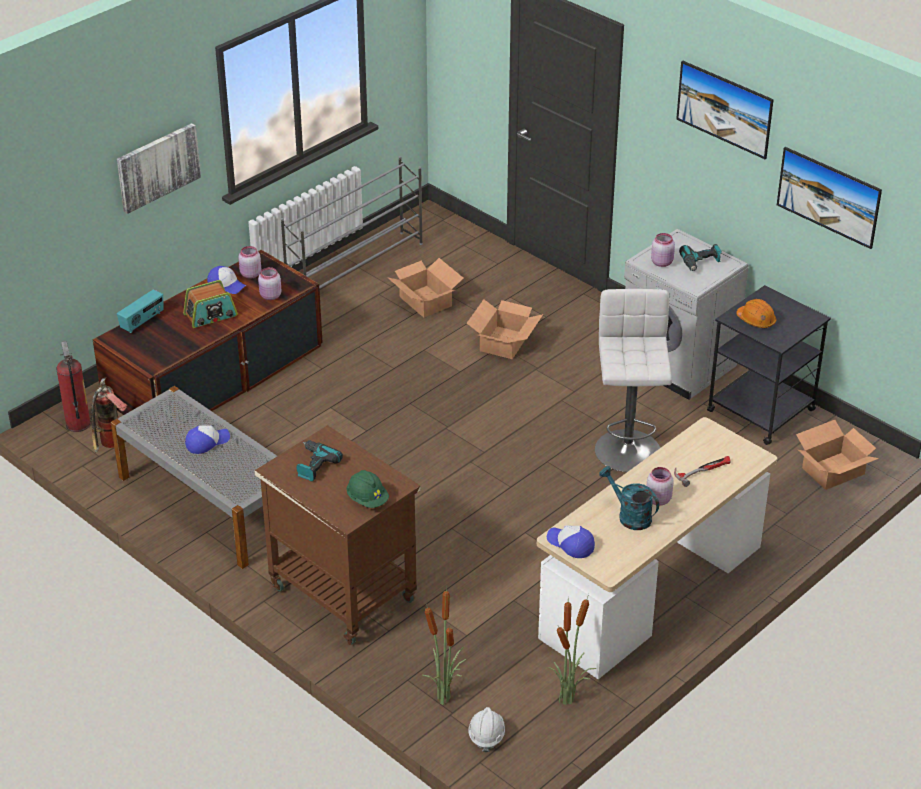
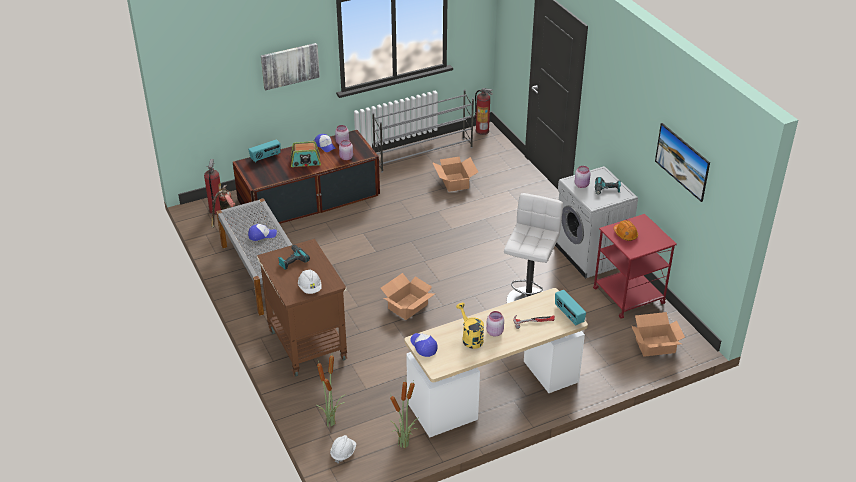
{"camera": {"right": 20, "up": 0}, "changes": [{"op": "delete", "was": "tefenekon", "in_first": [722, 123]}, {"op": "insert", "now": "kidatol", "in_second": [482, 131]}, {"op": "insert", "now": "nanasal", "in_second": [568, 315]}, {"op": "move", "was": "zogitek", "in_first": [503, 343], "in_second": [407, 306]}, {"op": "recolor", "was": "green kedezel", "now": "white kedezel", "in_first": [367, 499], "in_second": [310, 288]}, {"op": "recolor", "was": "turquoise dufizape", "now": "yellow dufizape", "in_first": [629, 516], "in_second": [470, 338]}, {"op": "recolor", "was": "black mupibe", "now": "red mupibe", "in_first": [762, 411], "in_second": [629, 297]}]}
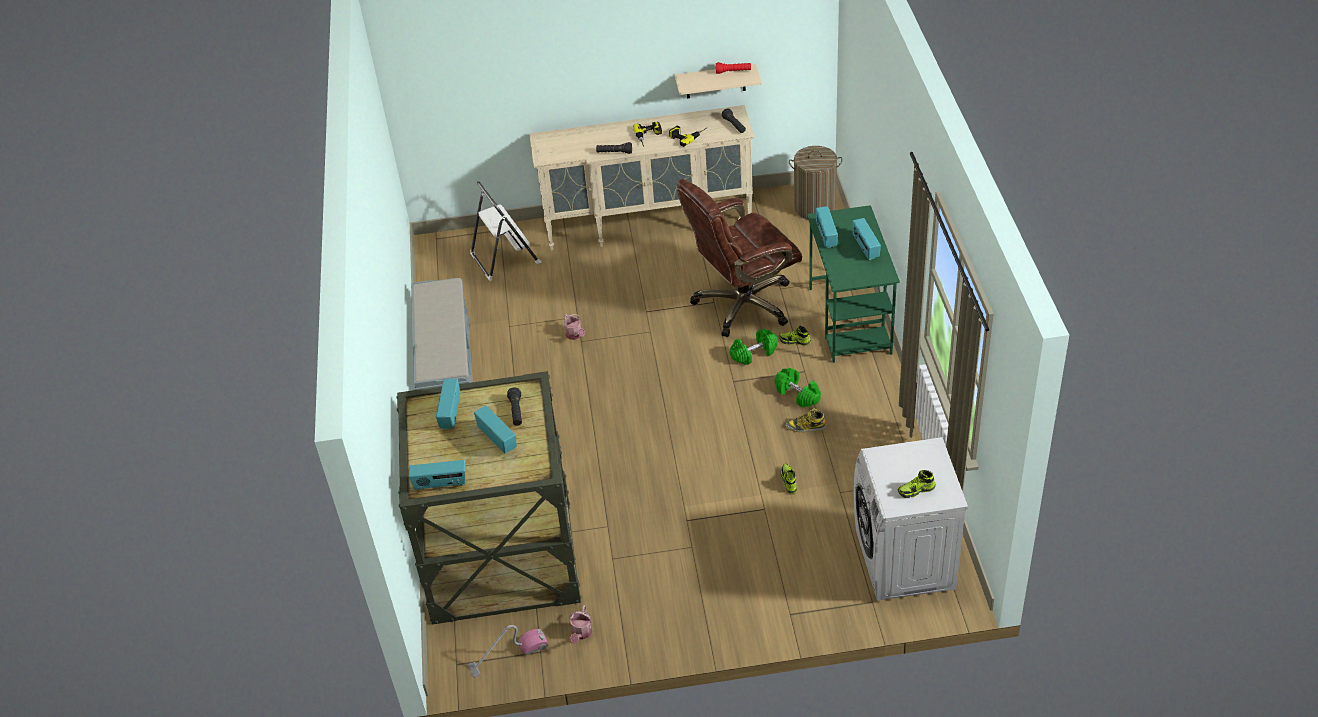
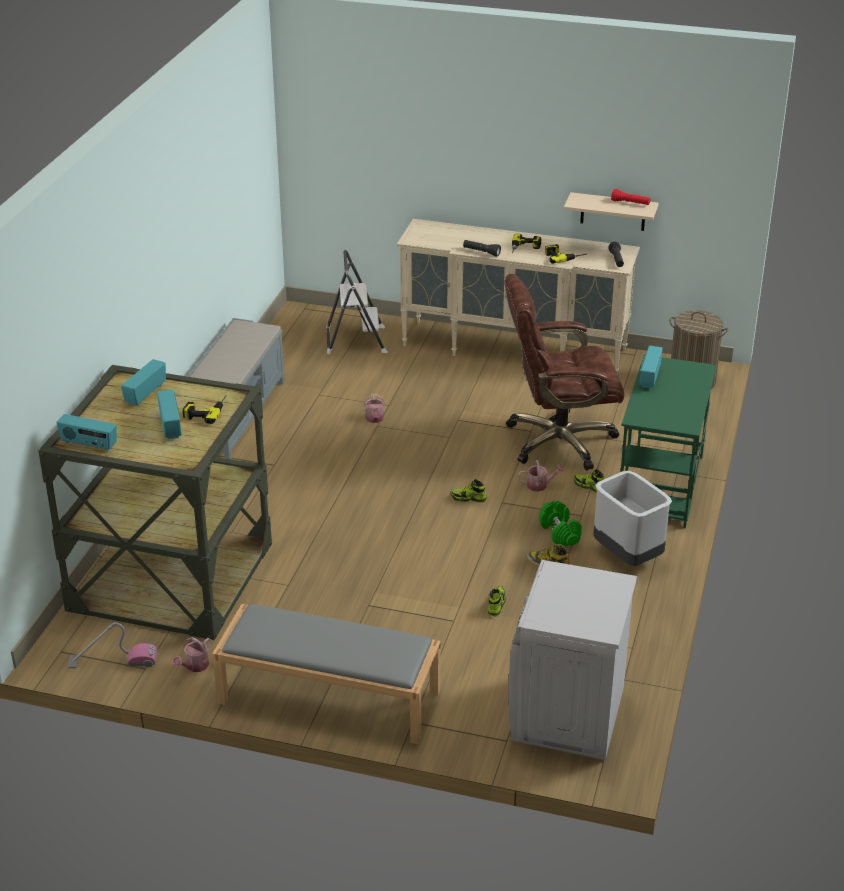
{"camera": {"right": 20, "up": -10}, "changes": [{"op": "delete", "was": "nanasal", "in_first": [865, 248]}, {"op": "insert", "now": "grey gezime", "in_second": [327, 697]}, {"op": "insert", "now": "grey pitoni", "in_second": [628, 556]}, {"op": "move", "was": "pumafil", "in_first": [916, 490], "in_second": [468, 498]}, {"op": "replace", "was": "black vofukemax", "now": "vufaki", "in_first": [516, 412], "in_second": [206, 410]}, {"op": "replace", "was": "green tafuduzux", "now": "dufizape", "in_first": [754, 354], "in_second": [540, 485]}]}
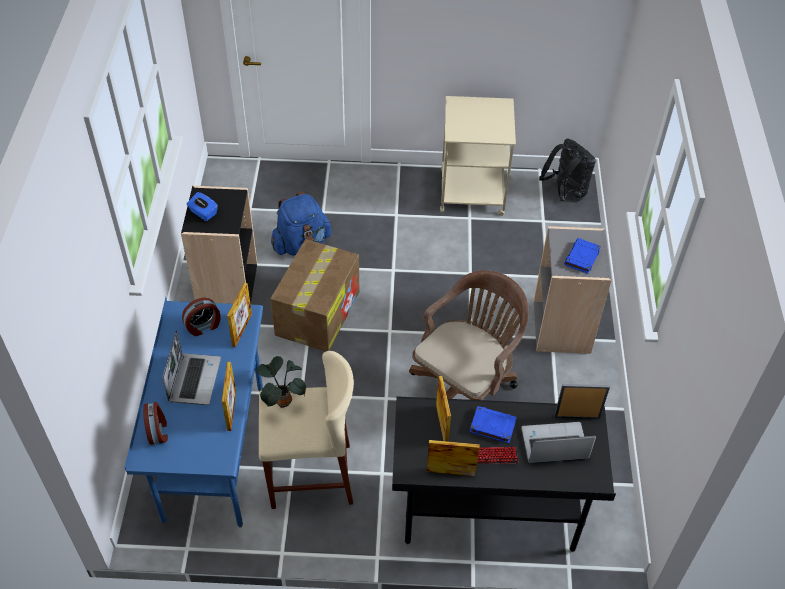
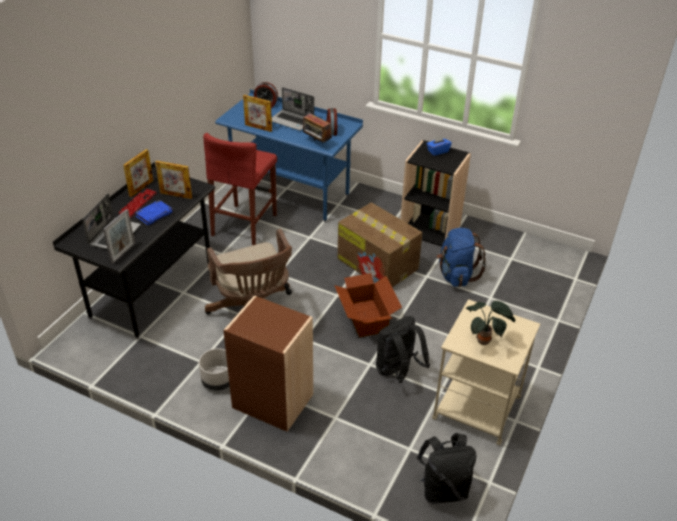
{"camera": {"right": 115, "up": -10}, "changes": [{"op": "delete", "was": "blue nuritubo", "in_first": [582, 258]}, {"op": "insert", "now": "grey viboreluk", "in_second": [218, 381]}, {"op": "insert", "now": "zogitek", "in_second": [366, 318]}, {"op": "insert", "now": "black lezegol", "in_second": [398, 371]}, {"op": "move", "was": "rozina", "in_first": [282, 400], "in_second": [485, 340]}, {"op": "replace", "was": "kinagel", "now": "nanasal", "in_first": [242, 330], "in_second": [316, 143]}, {"op": "recolor", "was": "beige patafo", "now": "red patafo", "in_first": [311, 476], "in_second": [244, 225]}, {"op": "recolor", "was": "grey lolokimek", "now": "brown lolokimek", "in_first": [562, 327], "in_second": [271, 401]}]}
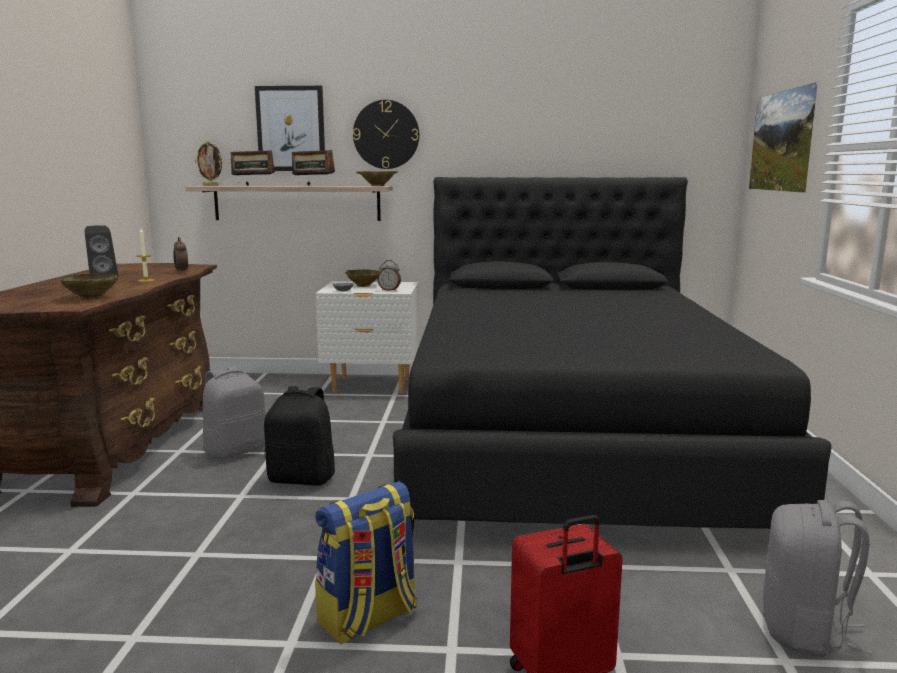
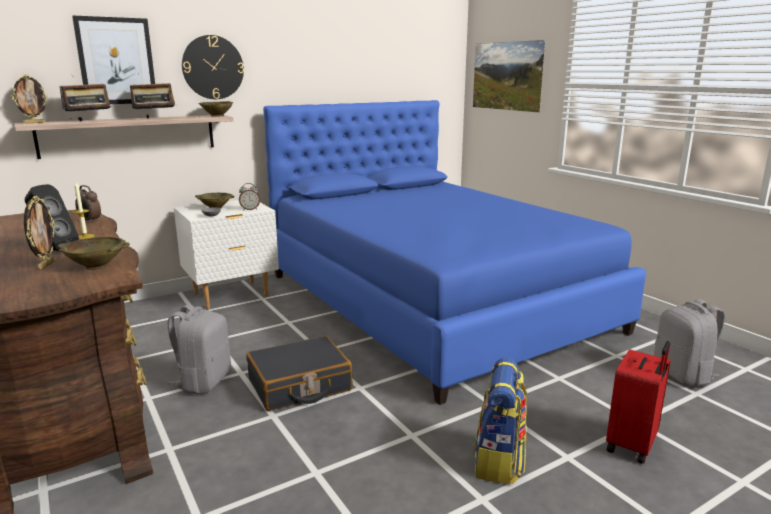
{"camera": {"right": -35, "up": 5}, "changes": [{"op": "insert", "now": "kinagel", "in_second": [46, 265]}, {"op": "replace", "was": "black lezegol", "now": "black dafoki", "in_first": [302, 478], "in_second": [299, 385]}, {"op": "recolor", "was": "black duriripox", "now": "blue duriripox", "in_first": [570, 439], "in_second": [432, 301]}]}
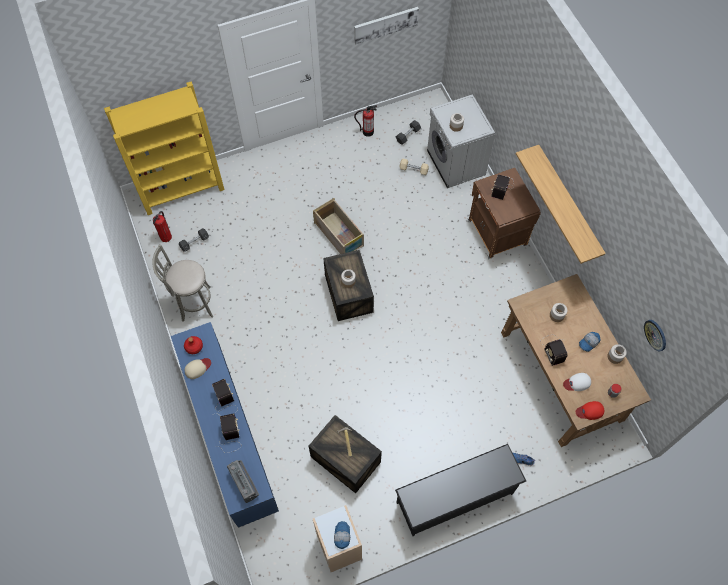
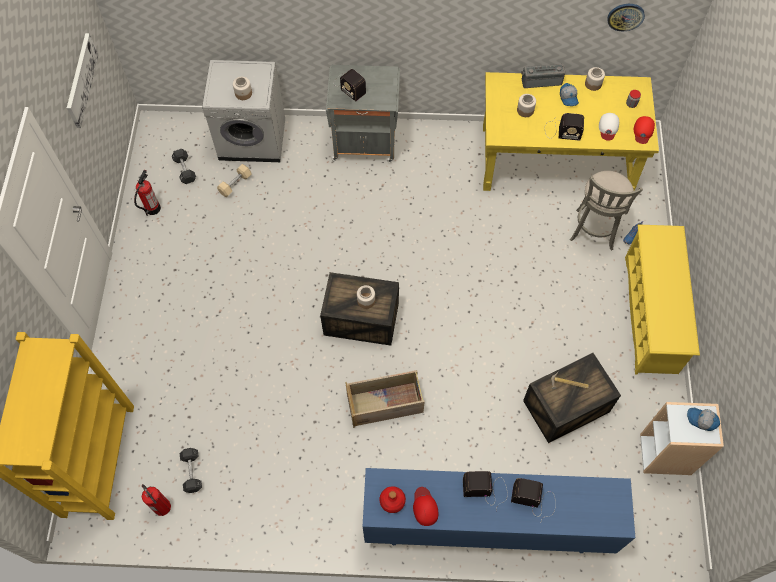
{"camera": {"right": -65, "up": 0}, "changes": [{"op": "delete", "was": "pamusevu", "in_first": [568, 203]}, {"op": "move", "was": "grey patafo", "in_first": [193, 304], "in_second": [593, 232]}, {"op": "move", "was": "nanasal", "in_first": [245, 482], "in_second": [541, 80]}, {"op": "move", "was": "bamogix", "in_first": [339, 234], "in_second": [385, 403]}, {"op": "recolor", "was": "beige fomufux", "now": "red fomufux", "in_first": [197, 368], "in_second": [425, 507]}, {"op": "recolor", "was": "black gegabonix", "now": "yellow gegabonix", "in_first": [455, 498], "in_second": [651, 314]}, {"op": "recolor", "was": "brown mupibe", "now": "grey mupibe", "in_first": [497, 235], "in_second": [365, 142]}, {"op": "recolor", "was": "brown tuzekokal", "now": "yellow tuzekokal", "in_first": [561, 375], "in_second": [556, 159]}]}
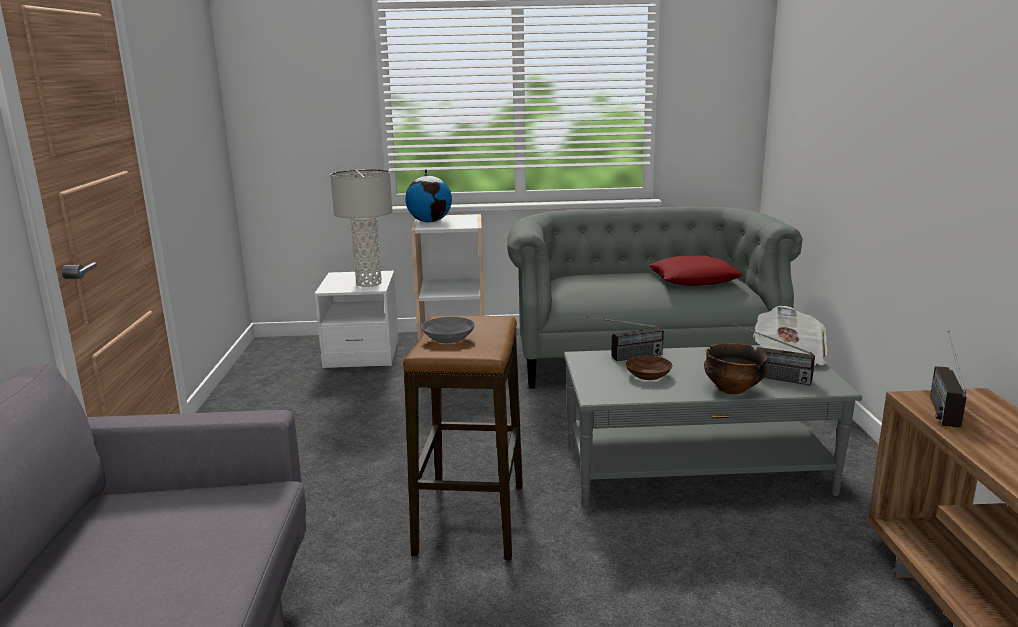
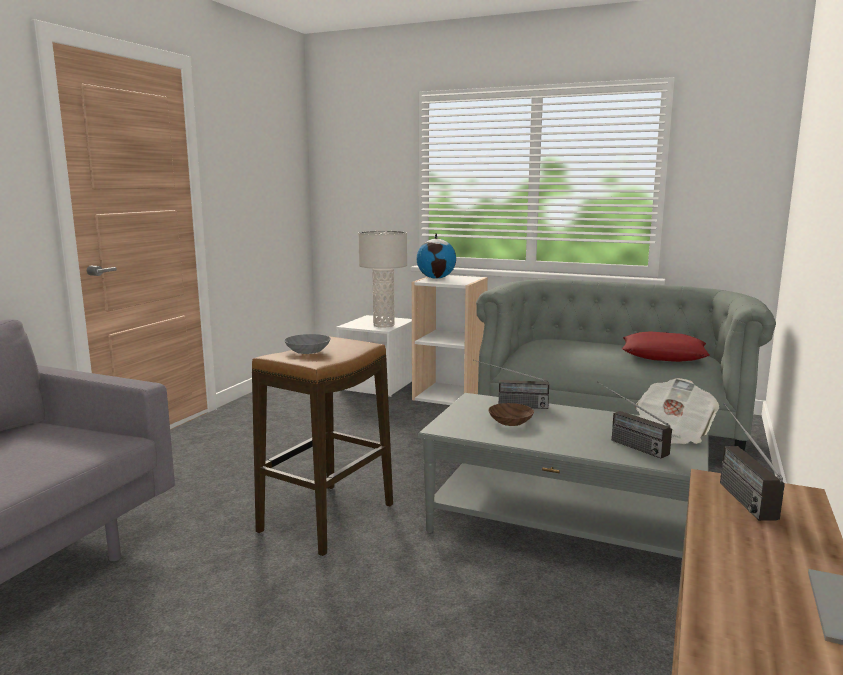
{"camera": {"right": 25, "up": -5}, "changes": [{"op": "delete", "was": "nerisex", "in_first": [732, 389]}, {"op": "rotate", "was": "nanasal", "in_first": [939, 404], "in_second": [734, 490], "clockwise": -45}]}
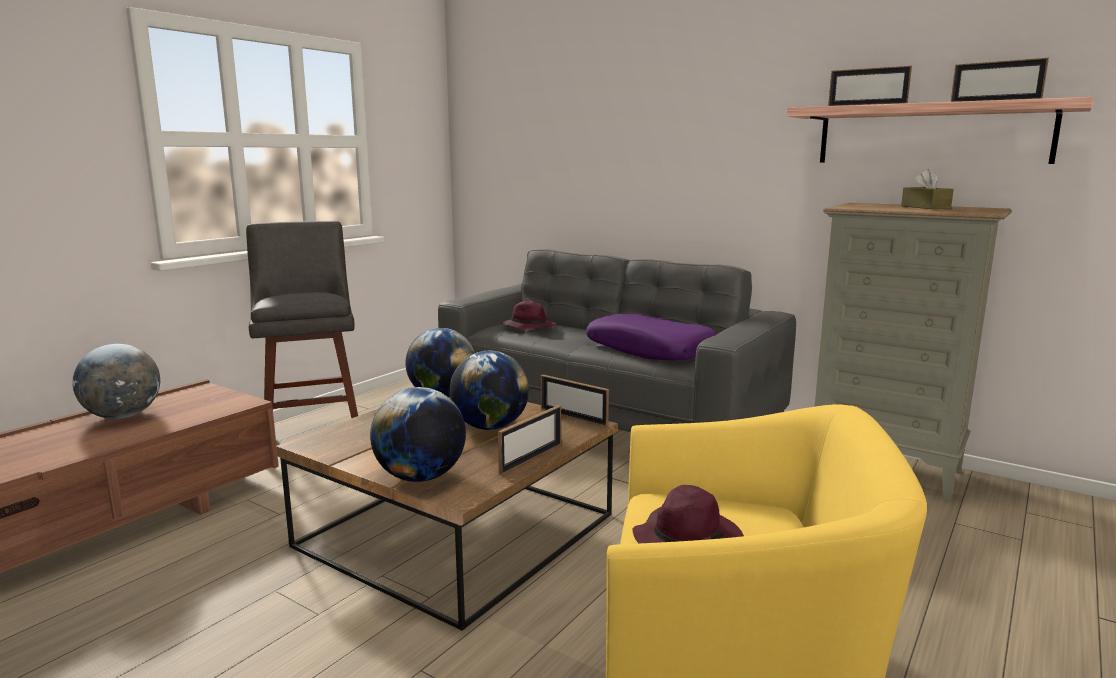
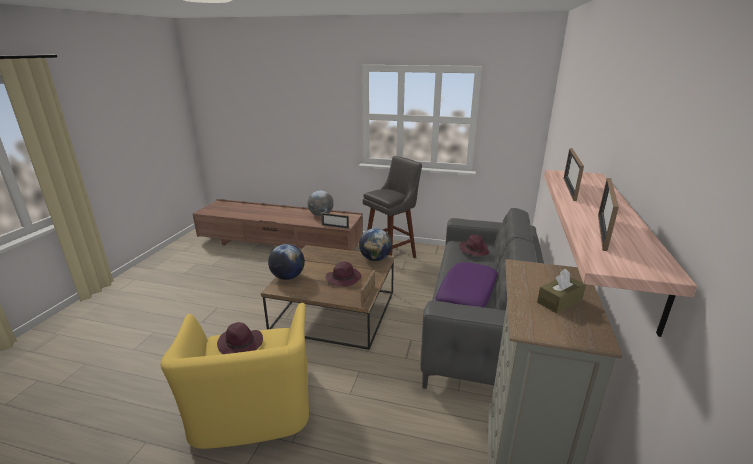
{"camera": {"right": 70, "up": 10}, "changes": [{"op": "move", "was": "kinagel", "in_first": [531, 458], "in_second": [335, 226]}, {"op": "replace", "was": "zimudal", "now": "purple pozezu", "in_first": [490, 427], "in_second": [344, 278]}]}
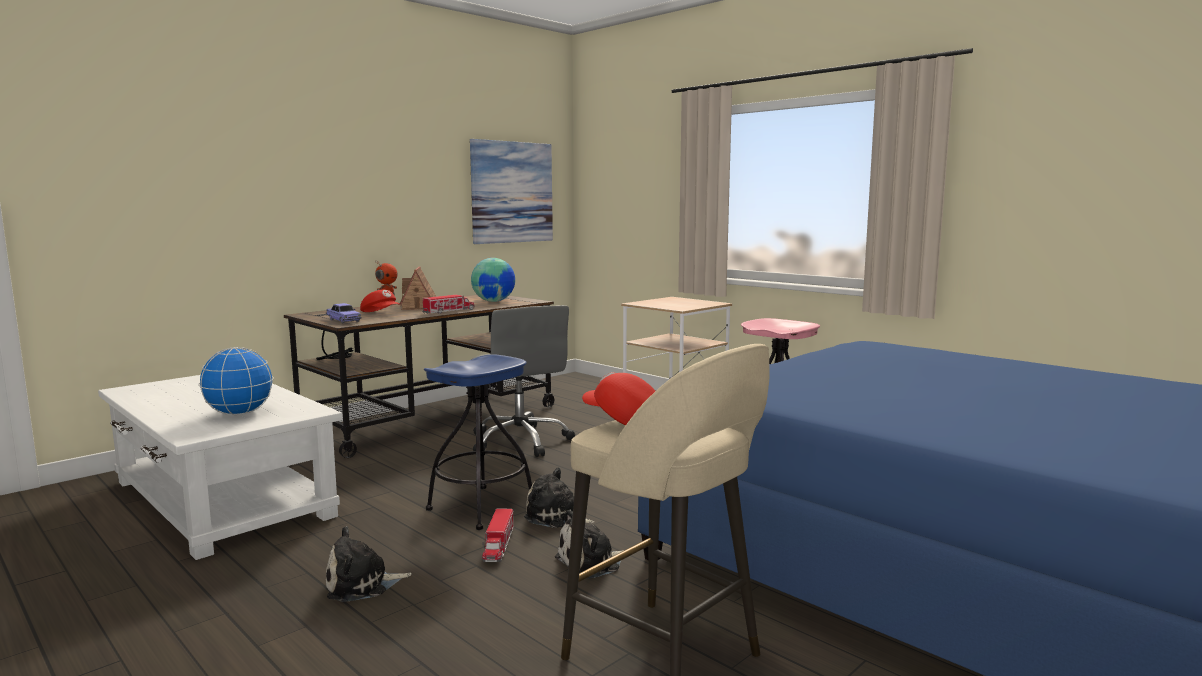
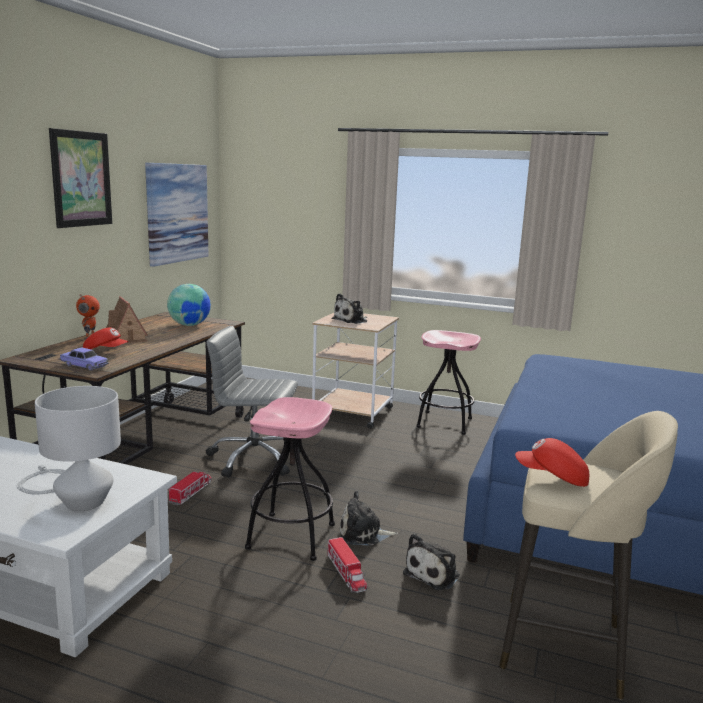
{"camera": {"right": -25, "up": 5}, "changes": [{"op": "insert", "now": "tefenekon", "in_second": [81, 179]}, {"op": "move", "was": "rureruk", "in_first": [362, 585], "in_second": [351, 320]}, {"op": "move", "was": "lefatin", "in_first": [449, 311], "in_second": [191, 492]}, {"op": "replace", "was": "zimudal", "now": "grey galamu", "in_first": [239, 413], "in_second": [69, 494]}, {"op": "recolor", "was": "blue patafo", "now": "pink patafo", "in_first": [481, 507], "in_second": [291, 536]}, {"op": "rotate", "was": "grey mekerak", "in_first": [521, 441], "in_second": [253, 459], "clockwise": 150}]}
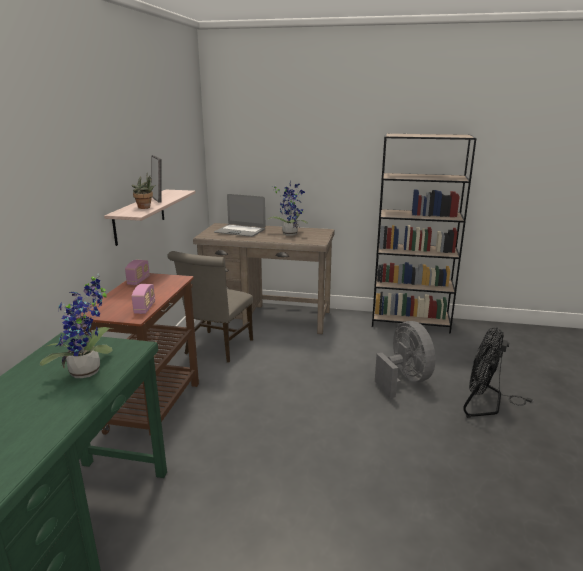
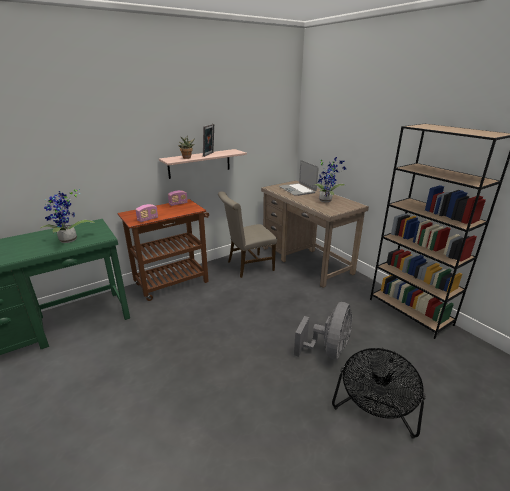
{"camera": {"right": 45, "up": 5}, "changes": [{"op": "rotate", "was": "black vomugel", "in_first": [487, 400], "in_second": [371, 409], "clockwise": -135}]}
